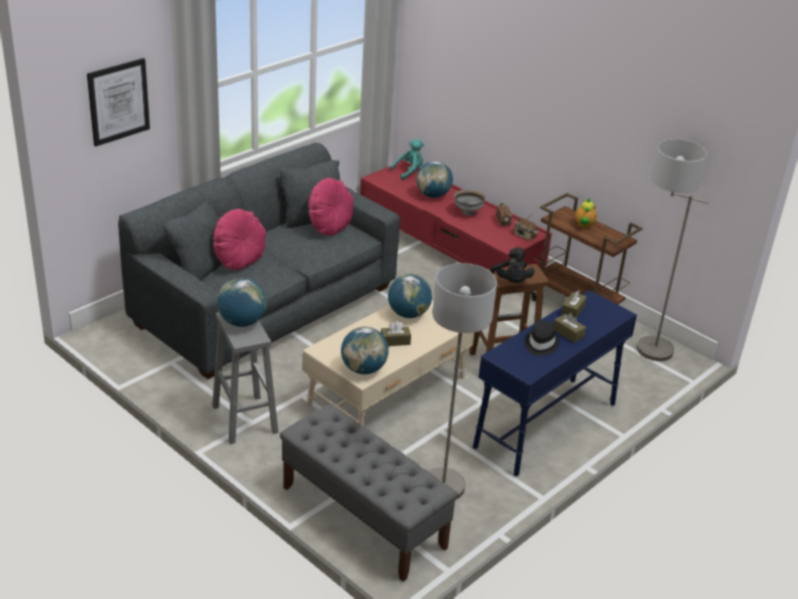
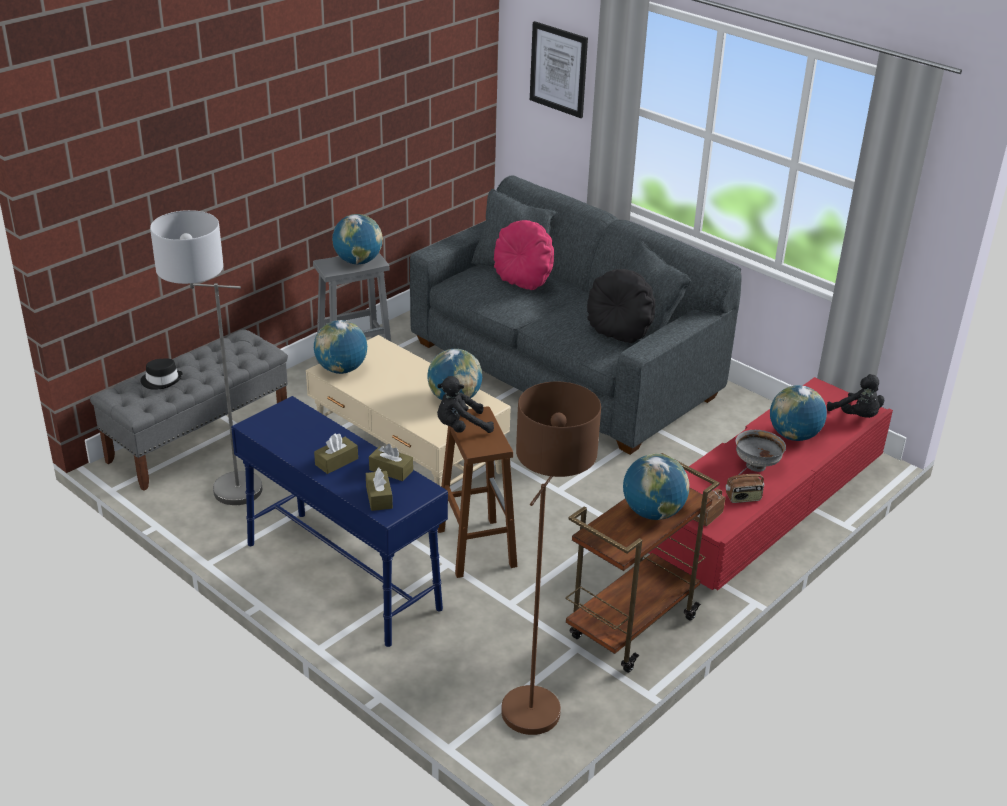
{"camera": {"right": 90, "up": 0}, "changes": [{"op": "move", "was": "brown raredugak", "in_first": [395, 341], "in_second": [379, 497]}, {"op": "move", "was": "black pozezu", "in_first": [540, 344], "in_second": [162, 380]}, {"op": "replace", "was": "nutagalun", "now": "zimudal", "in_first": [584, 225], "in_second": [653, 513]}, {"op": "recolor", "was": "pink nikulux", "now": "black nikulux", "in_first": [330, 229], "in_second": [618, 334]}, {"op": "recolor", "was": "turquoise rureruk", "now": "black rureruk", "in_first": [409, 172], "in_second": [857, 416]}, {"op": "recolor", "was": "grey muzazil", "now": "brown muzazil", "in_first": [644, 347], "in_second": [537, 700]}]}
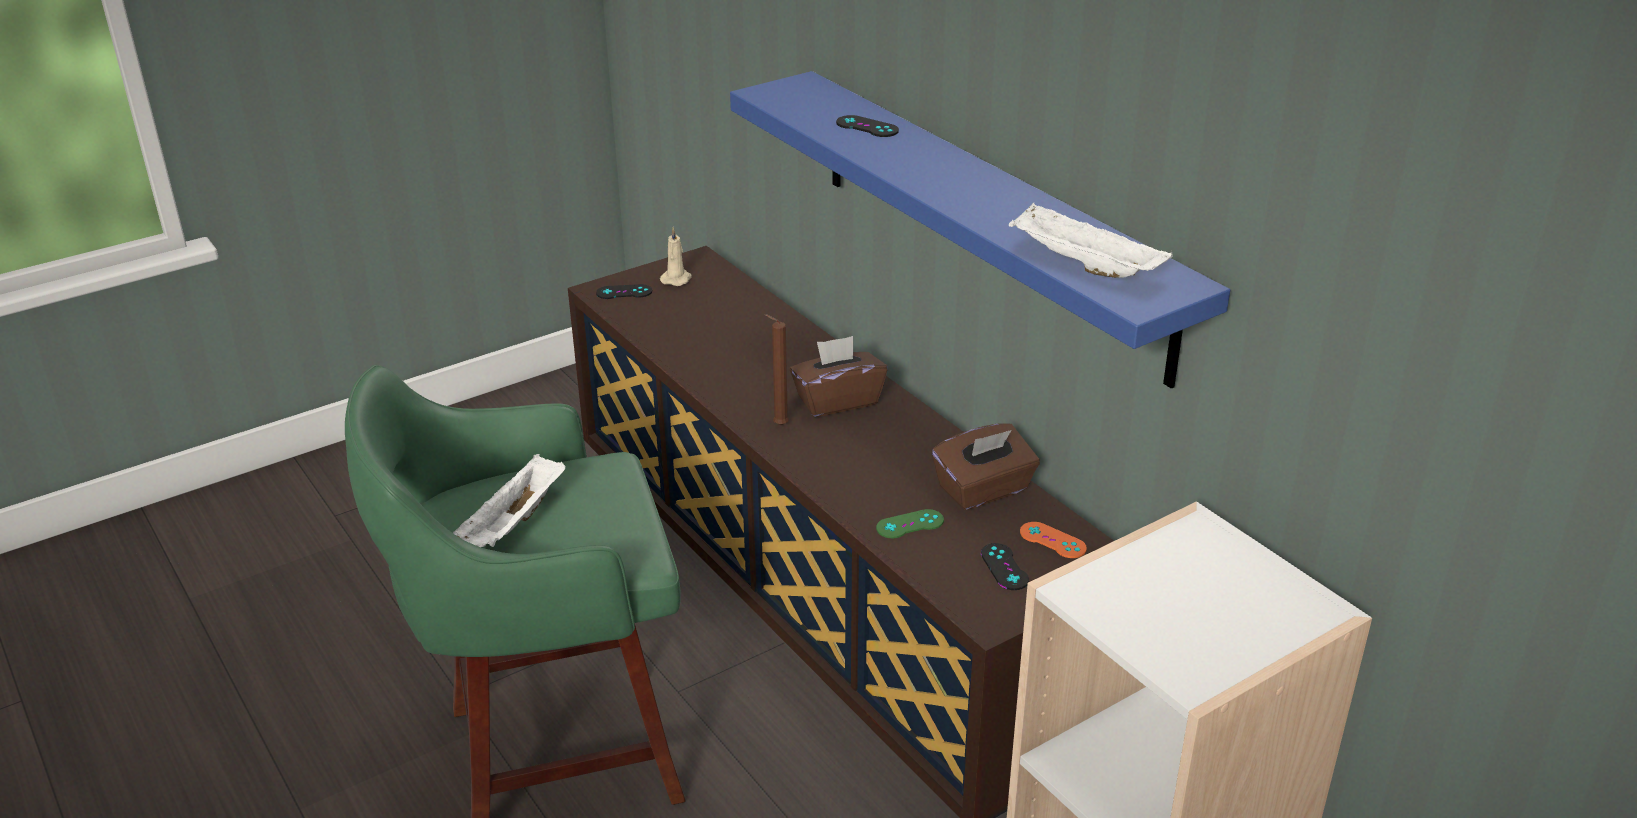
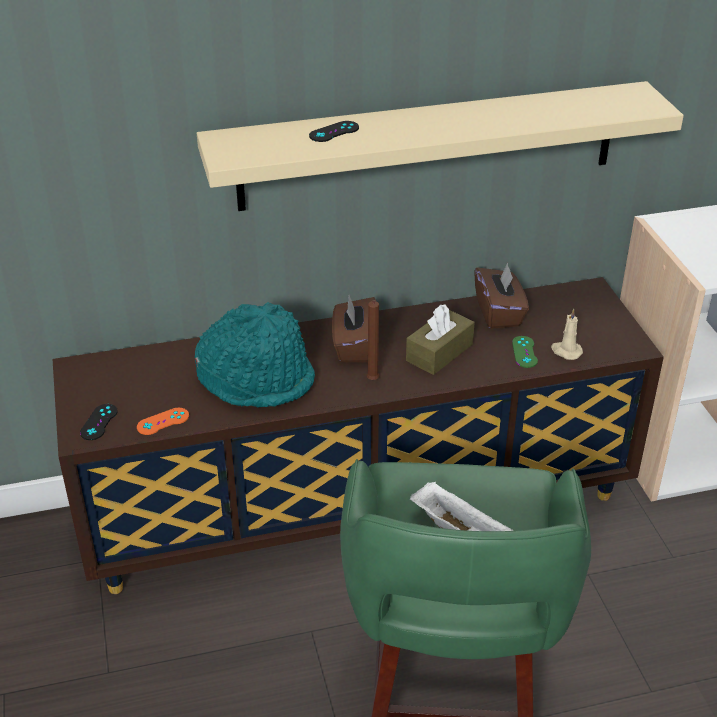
{"camera": {"right": -70, "up": 5}, "changes": [{"op": "delete", "was": "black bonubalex", "in_first": [1004, 567]}, {"op": "delete", "was": "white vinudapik", "in_first": [1082, 265]}, {"op": "insert", "now": "turquoise pozezu", "in_second": [257, 379]}, {"op": "insert", "now": "brown raredugak", "in_second": [439, 352]}, {"op": "move", "was": "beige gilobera", "in_first": [677, 279], "in_second": [566, 351]}, {"op": "move", "was": "orange bonubalex", "in_first": [1052, 540], "in_second": [163, 421]}, {"op": "recolor", "was": "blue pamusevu", "now": "beige pamusevu", "in_first": [988, 219], "in_second": [429, 146]}]}
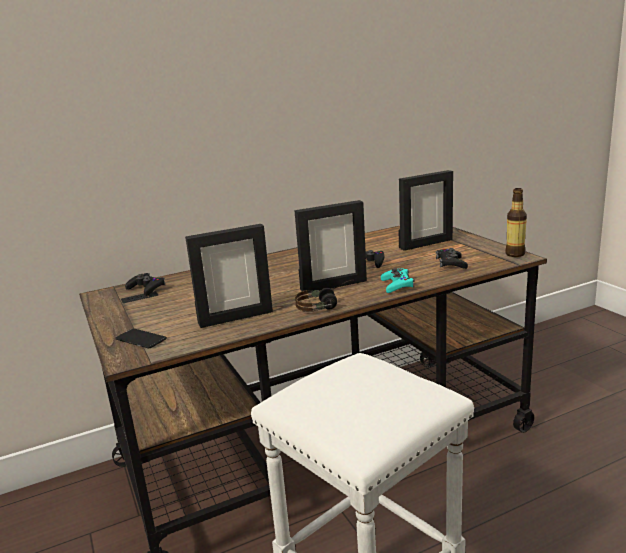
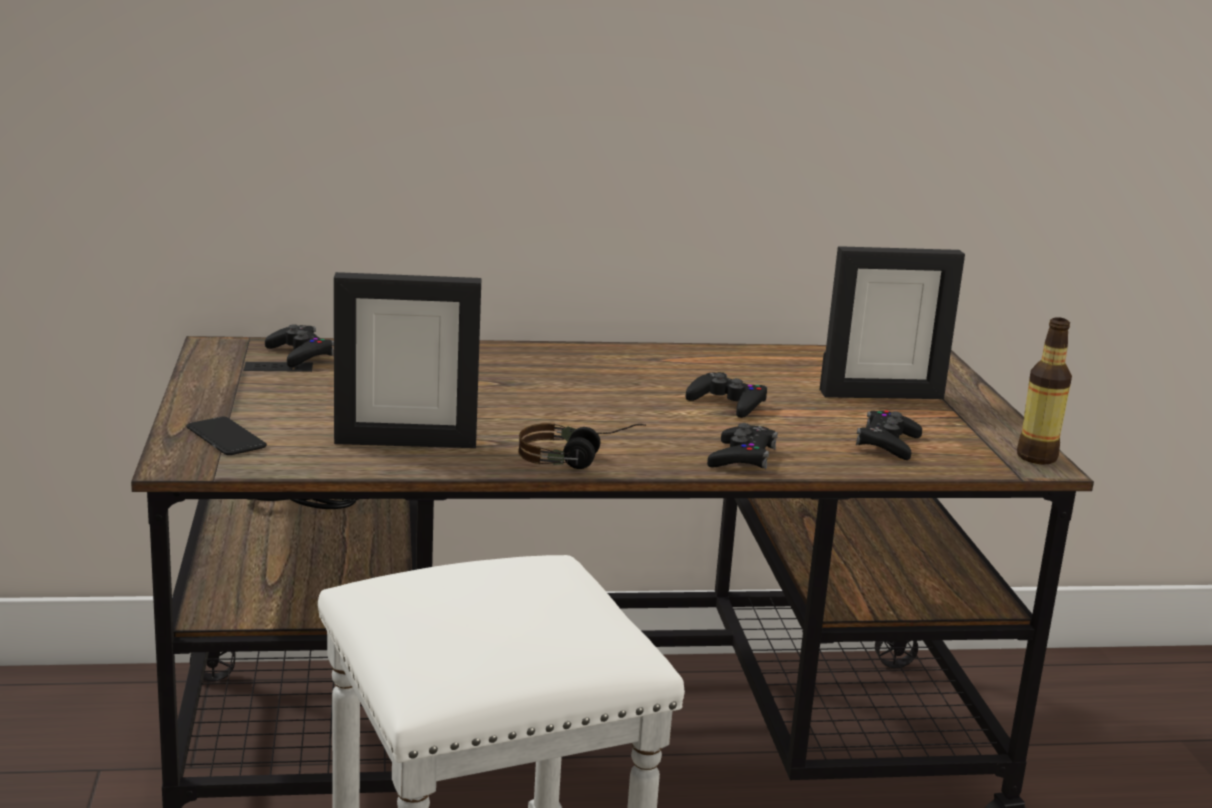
{"camera": {"right": 15, "up": 0}, "changes": [{"op": "delete", "was": "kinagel", "in_first": [333, 285]}, {"op": "recolor", "was": "turquoise bonubalex", "now": "black bonubalex", "in_first": [397, 285], "in_second": [742, 457]}]}
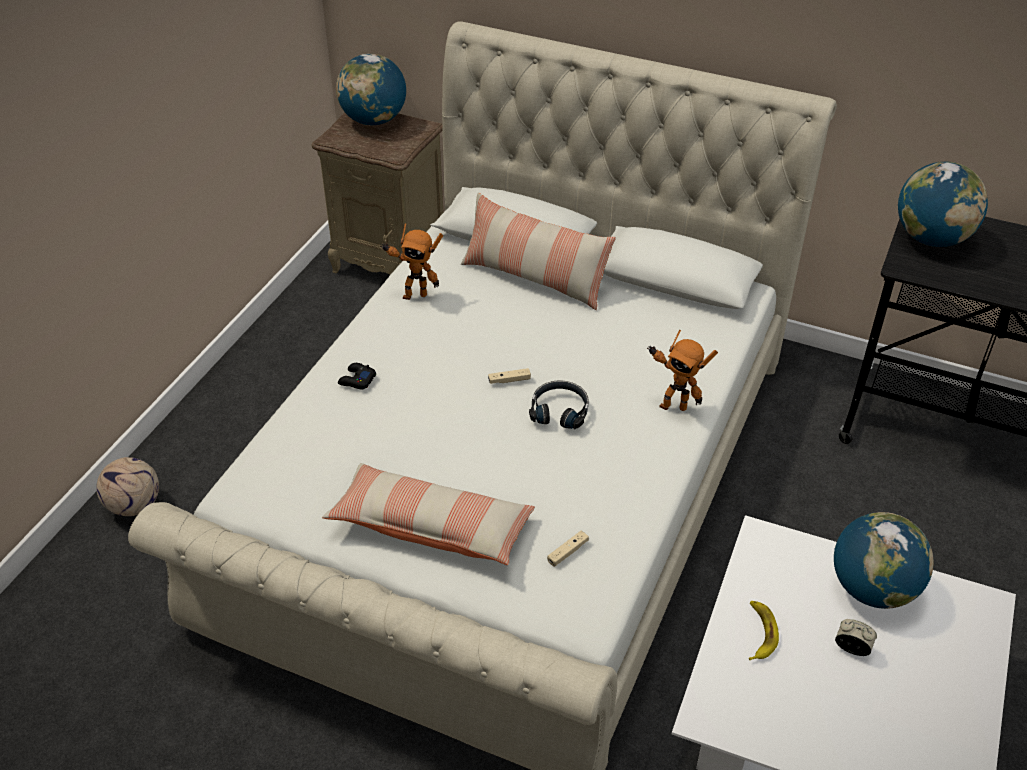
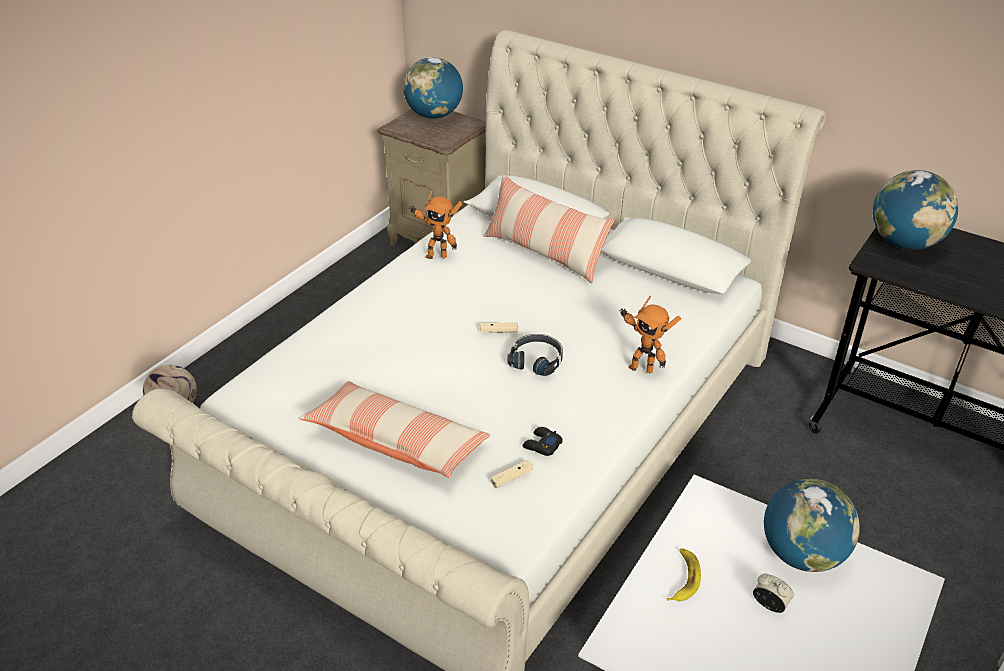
{"camera": {"right": 10, "up": -5}, "changes": [{"op": "move", "was": "black bonubalex", "in_first": [357, 380], "in_second": [542, 445]}]}
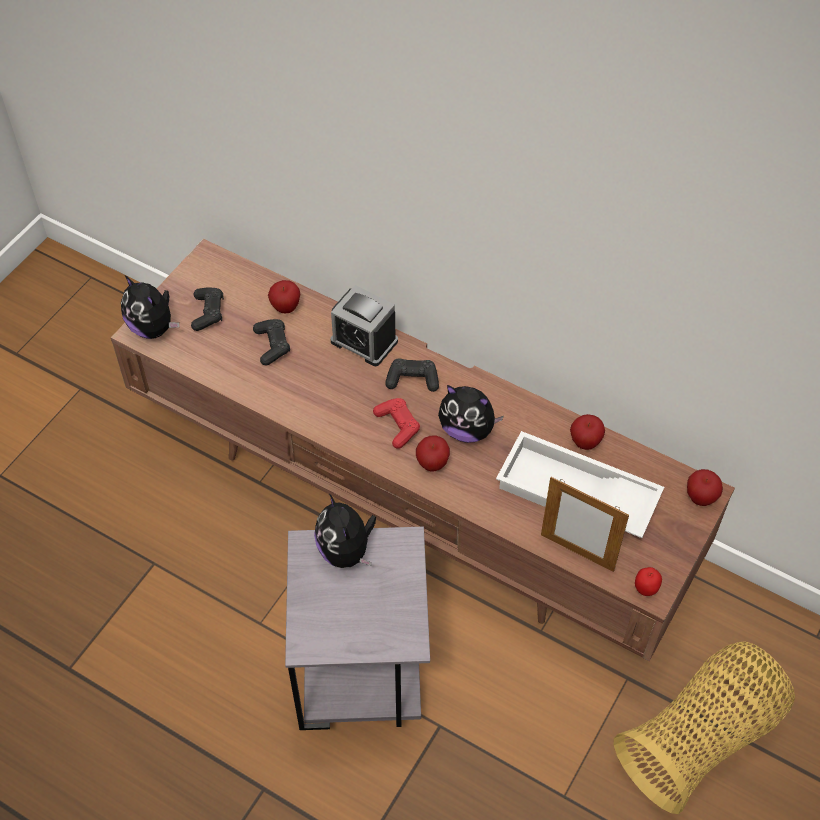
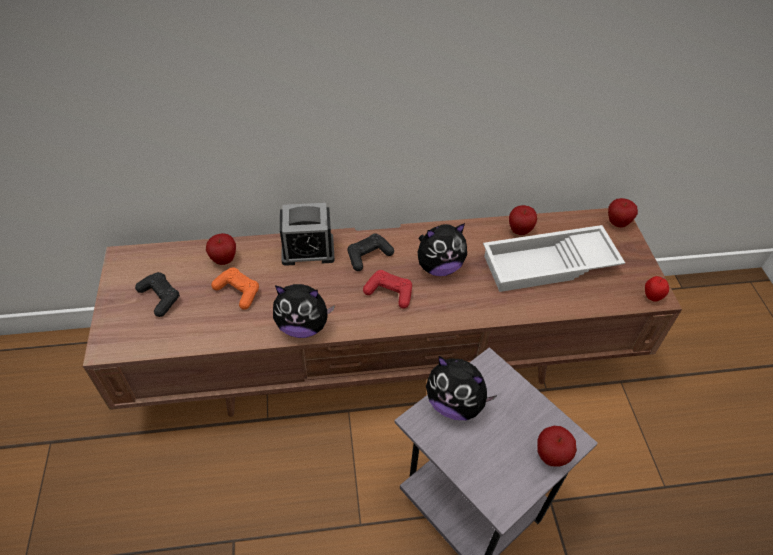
{"camera": {"right": -40, "up": -5}, "changes": [{"op": "delete", "was": "kinagel", "in_first": [577, 552]}, {"op": "delete", "was": "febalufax", "in_first": [700, 738]}, {"op": "move", "was": "rureruk", "in_first": [153, 328], "in_second": [303, 326]}, {"op": "move", "was": "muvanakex", "in_first": [432, 464], "in_second": [551, 456]}, {"op": "recolor", "was": "black bonubalex", "now": "orange bonubalex", "in_first": [272, 345], "in_second": [238, 292]}]}
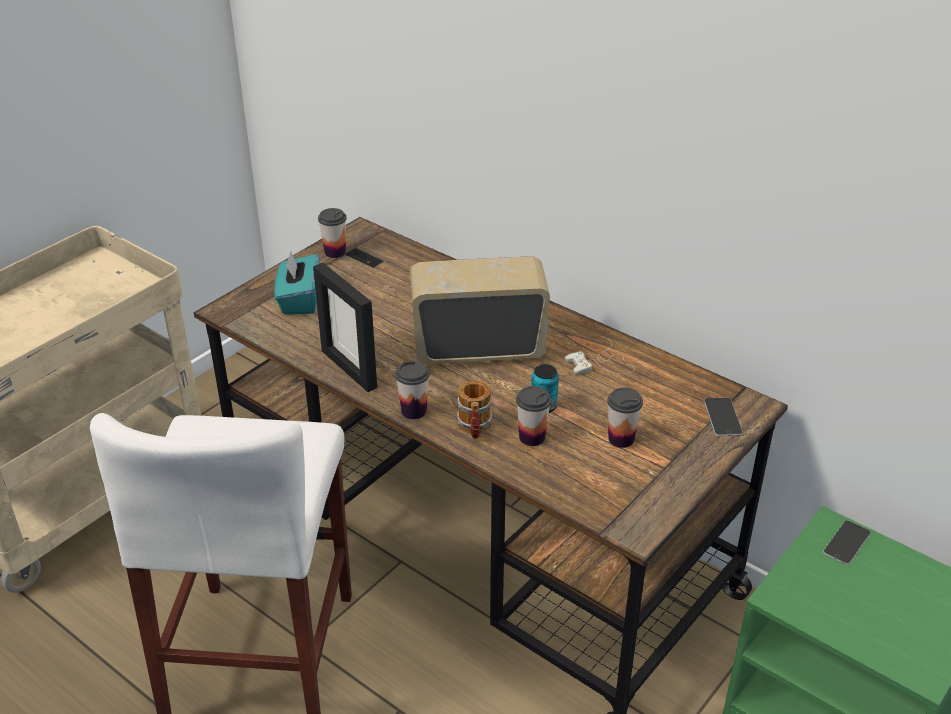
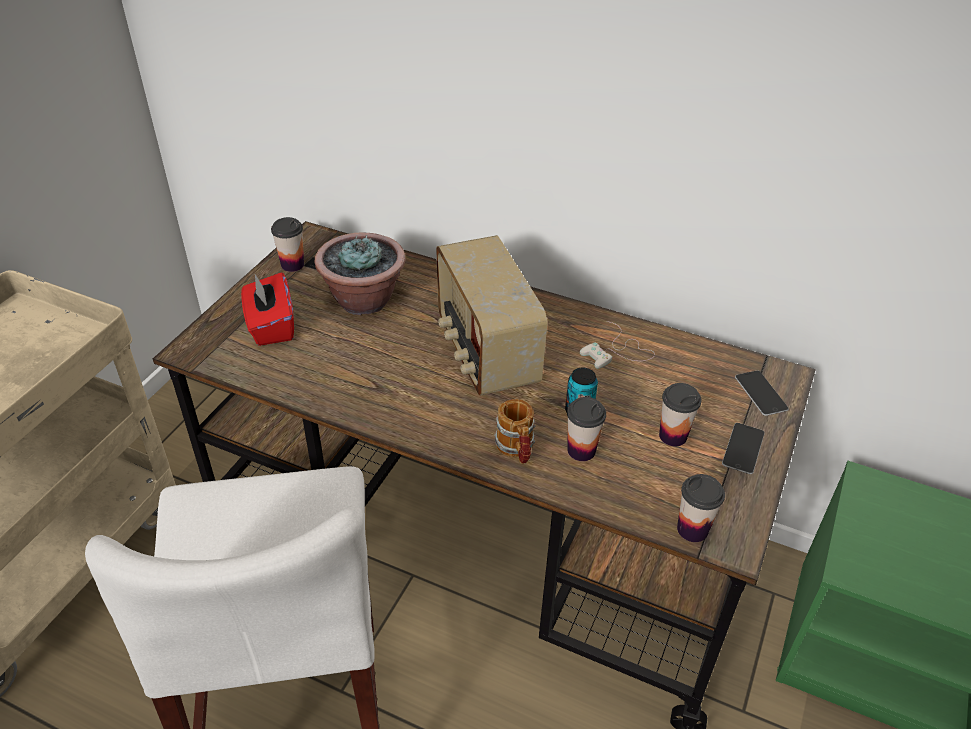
{"camera": {"right": -15, "up": 5}, "changes": [{"op": "delete", "was": "kinagel", "in_first": [350, 368]}, {"op": "insert", "now": "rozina", "in_second": [363, 300]}, {"op": "move", "was": "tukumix", "in_first": [413, 411], "in_second": [692, 529]}, {"op": "move", "was": "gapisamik", "in_first": [846, 542], "in_second": [743, 448]}, {"op": "recolor", "was": "turquoise raredugak", "now": "red raredugak", "in_first": [299, 300], "in_second": [271, 326]}, {"op": "rotate", "was": "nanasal", "in_first": [478, 347], "in_second": [485, 353], "clockwise": -90}]}
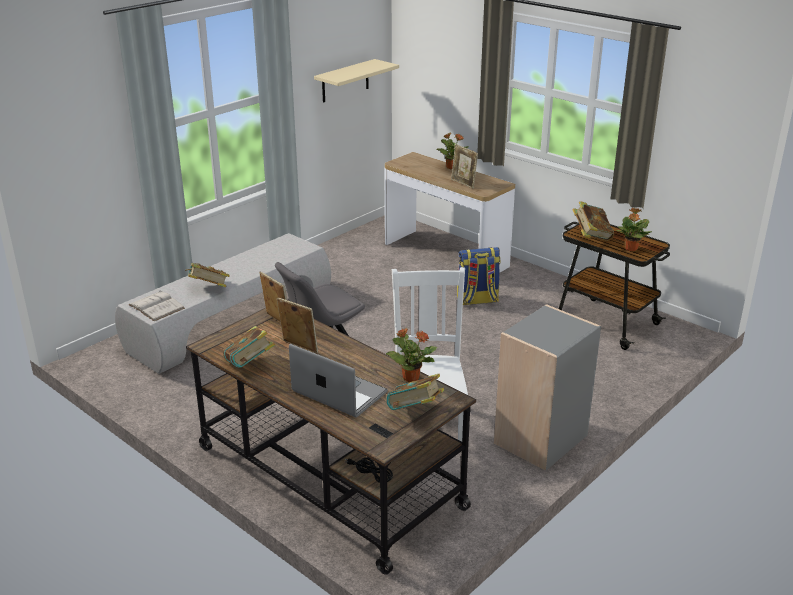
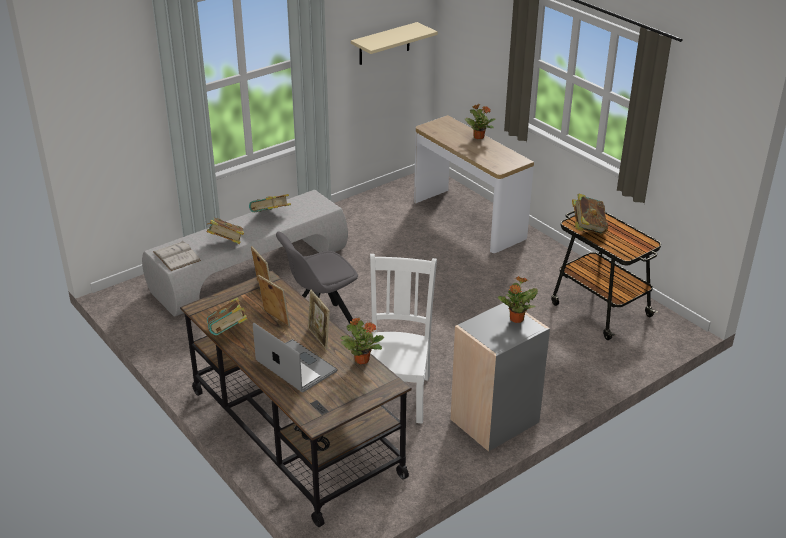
{"camera": {"right": 10, "up": 5}, "changes": [{"op": "delete", "was": "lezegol", "in_first": [477, 300]}, {"op": "move", "was": "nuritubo", "in_first": [415, 412], "in_second": [270, 216]}, {"op": "move", "was": "kinagel", "in_first": [463, 183], "in_second": [319, 338]}, {"op": "move", "was": "rozina", "in_first": [631, 249], "in_second": [516, 319]}]}
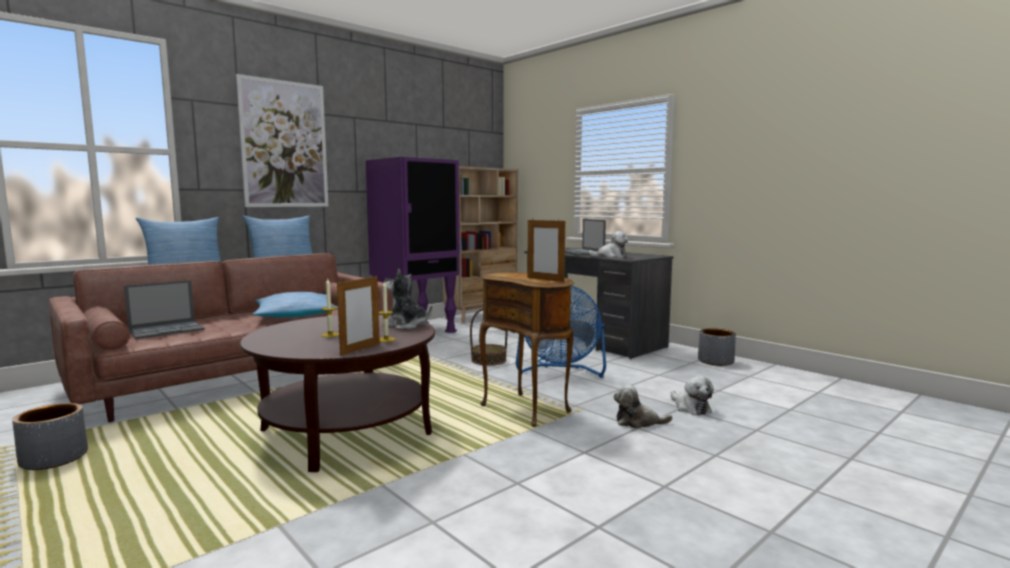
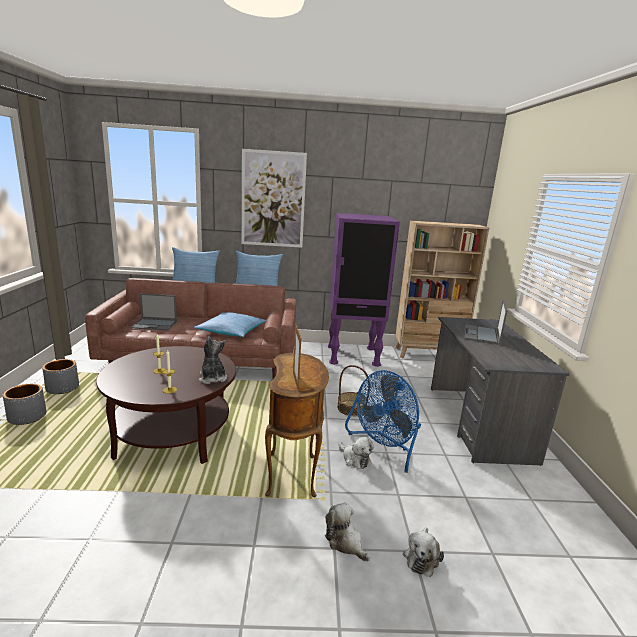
{"camera": {"right": 40, "up": 10}, "changes": [{"op": "delete", "was": "kinagel", "in_first": [360, 349]}, {"op": "move", "was": "rureruk", "in_first": [610, 256], "in_second": [355, 459]}, {"op": "move", "was": "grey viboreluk", "in_first": [715, 361], "in_second": [27, 416]}]}
